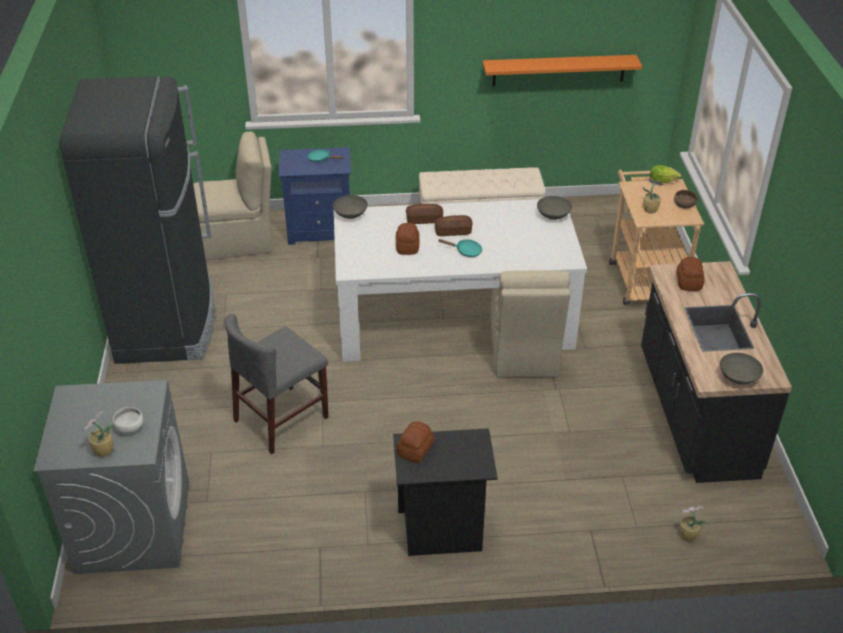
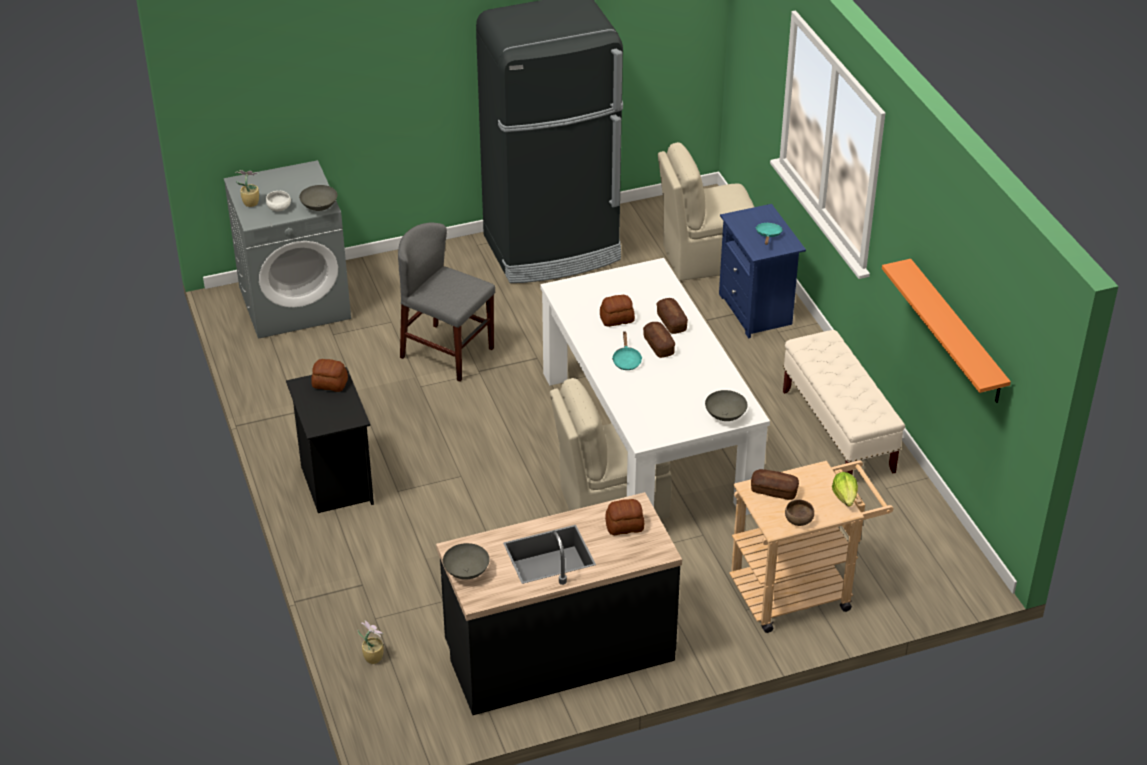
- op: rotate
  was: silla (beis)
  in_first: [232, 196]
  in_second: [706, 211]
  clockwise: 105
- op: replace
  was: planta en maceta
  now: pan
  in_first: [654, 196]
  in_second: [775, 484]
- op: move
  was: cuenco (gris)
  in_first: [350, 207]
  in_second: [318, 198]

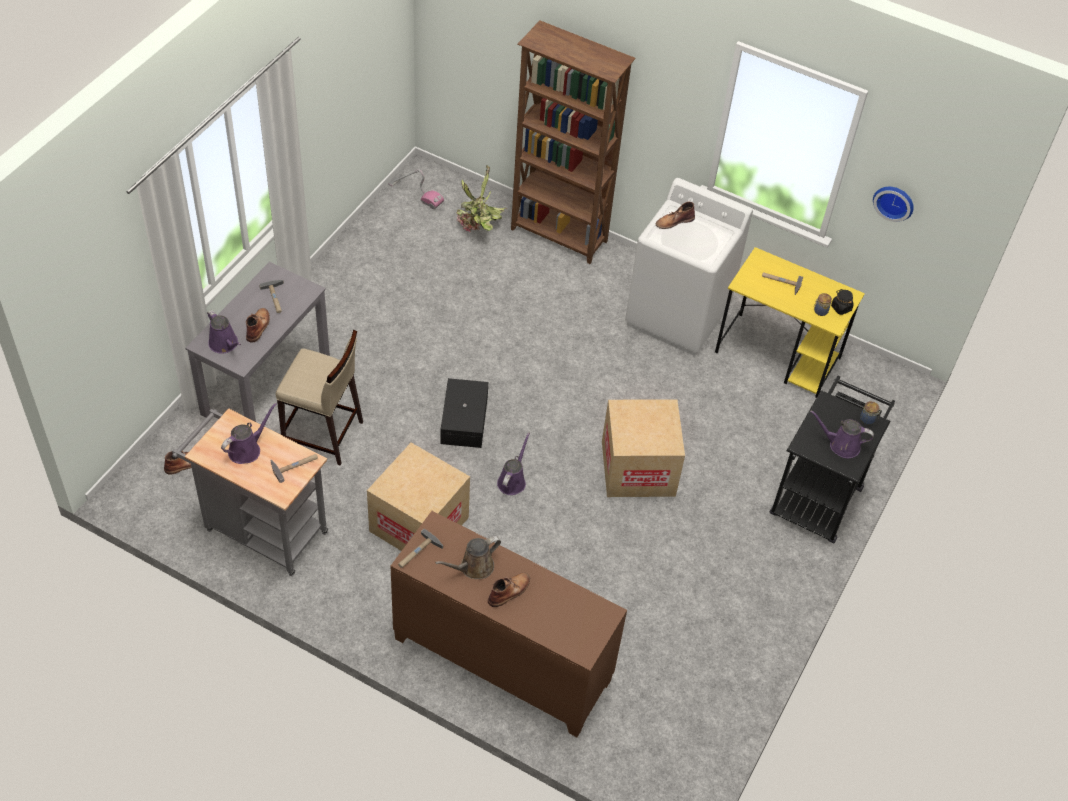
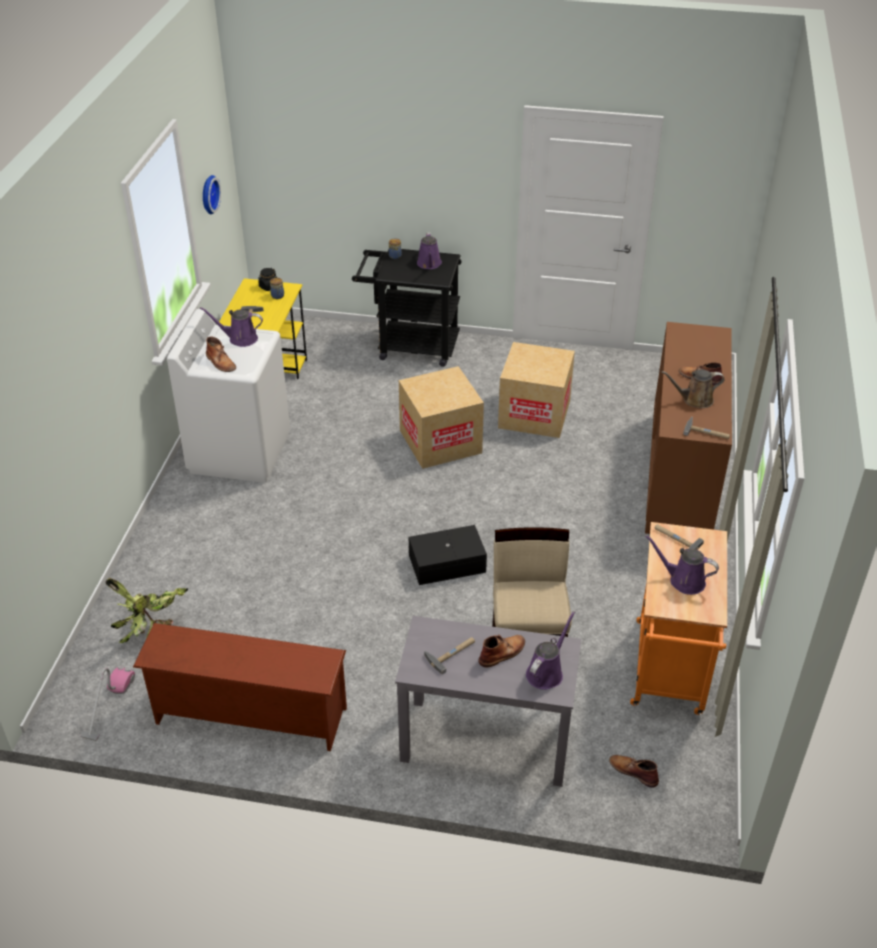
- op: delete
  was: estantería (marrón)
  in_first: [573, 142]
- op: rotate
  was: bota (marrón)
  in_first: [258, 325]
  in_second: [502, 650]
  clockwise: 150
- op: recolor
  was: carrito (gris)
  now: carrito (naranja)
  in_first: [250, 492]
  in_second: [678, 618]
- op: move
  was: regadera (morado)
  in_first: [513, 463]
  in_second: [231, 327]
- op: move
  was: caja de cartón
  in_first: [418, 497]
  in_second: [536, 390]
- op: rotate
  was: regadera (marrón)
  in_first: [468, 557]
  in_second: [692, 388]
  clockwise: 135
- op: insert
  now: zapatero (marrón)
  in_second: [240, 687]

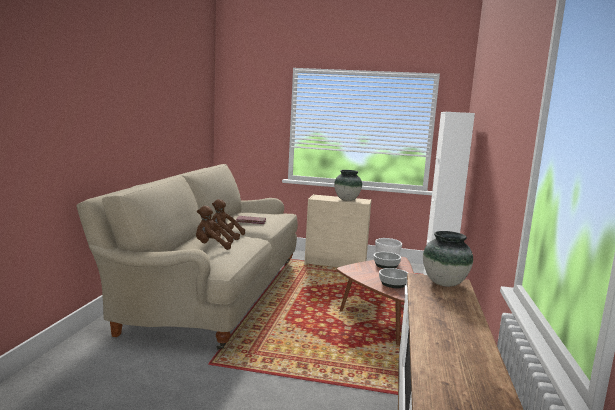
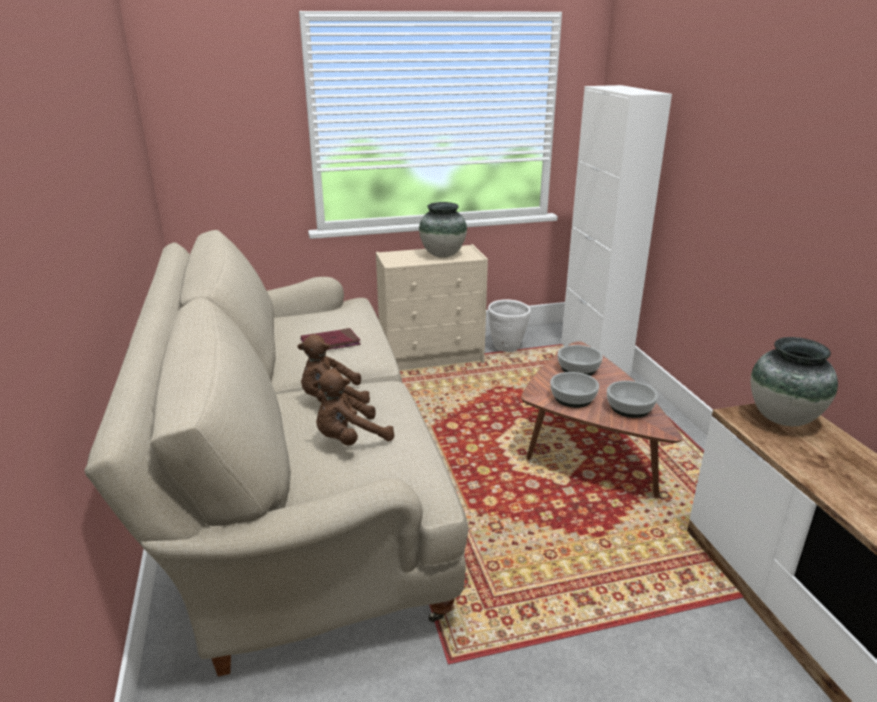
- op: insert
  now: cuenco
  in_second: [574, 390]

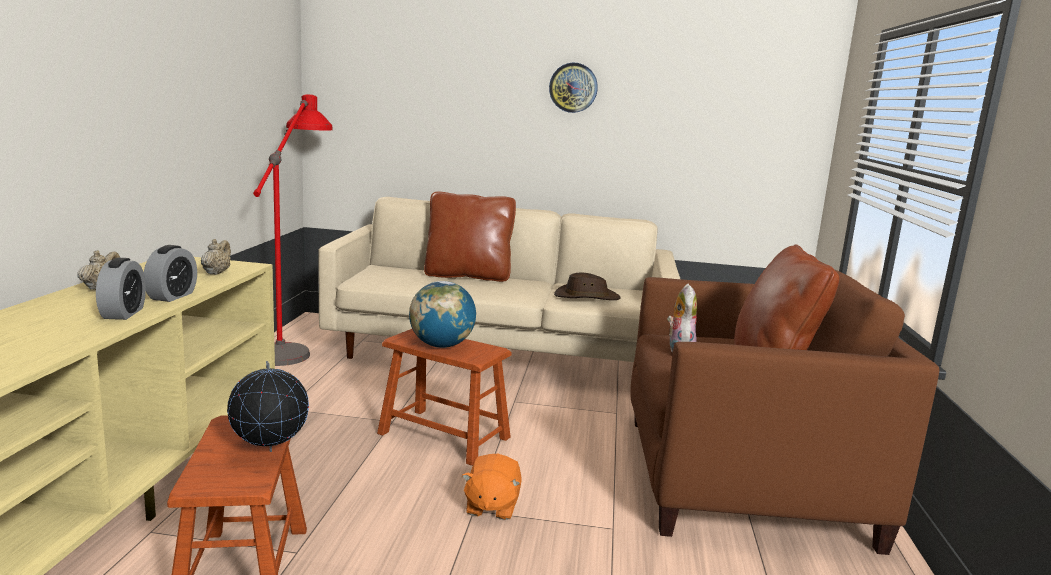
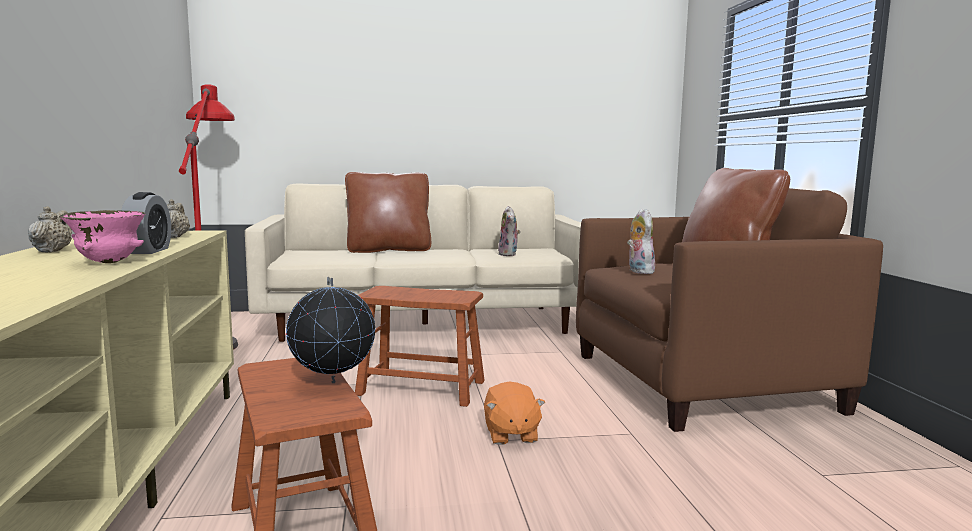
- op: delete
  was: reloj de pared
  in_first: [573, 88]
- op: replace
  was: despertador
  now: cuenco (rosa)
  in_first: [121, 289]
  in_second: [102, 236]
- op: replace
  was: sombrero (marrón)
  now: peluche
  in_first: [587, 286]
  in_second: [508, 231]
- op: delete
  was: globo terráqueo
  in_first: [442, 314]

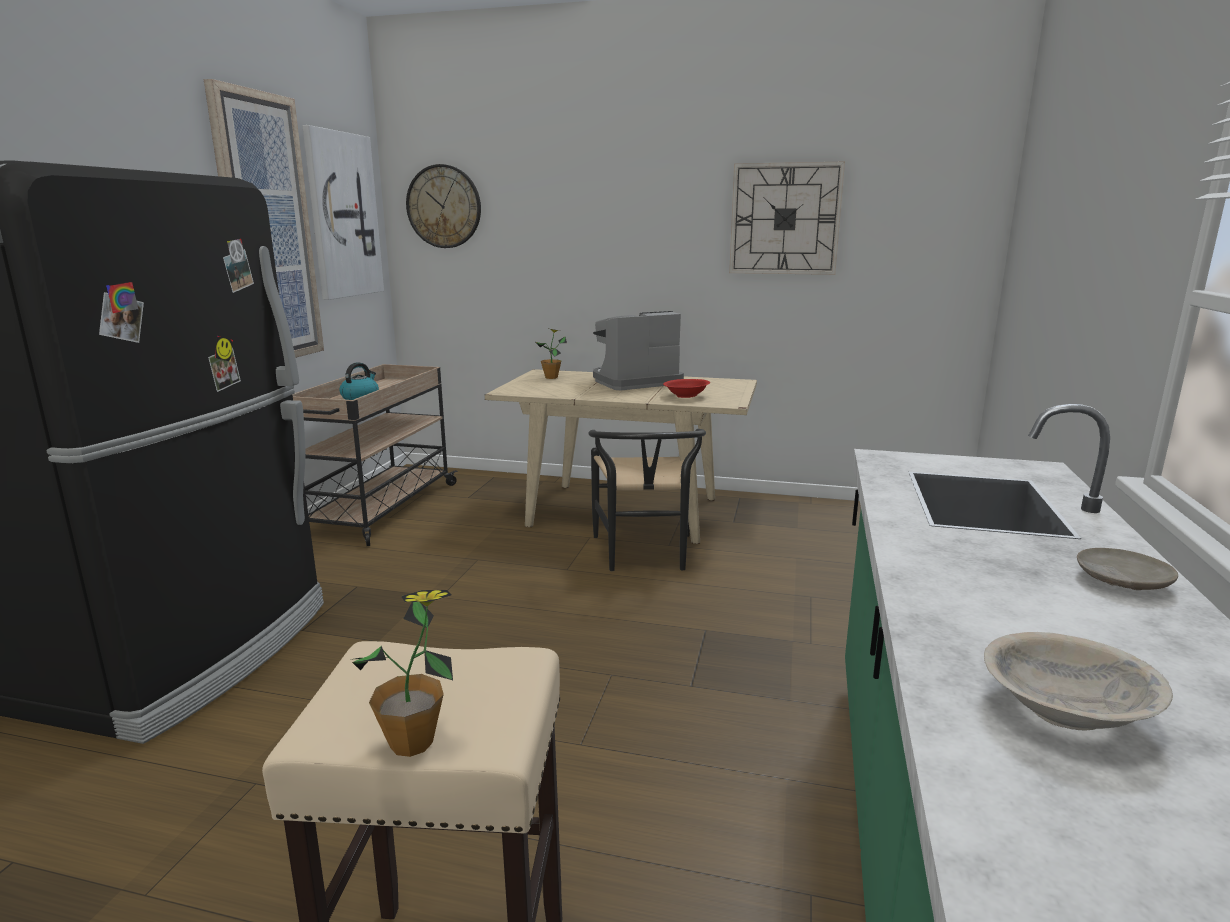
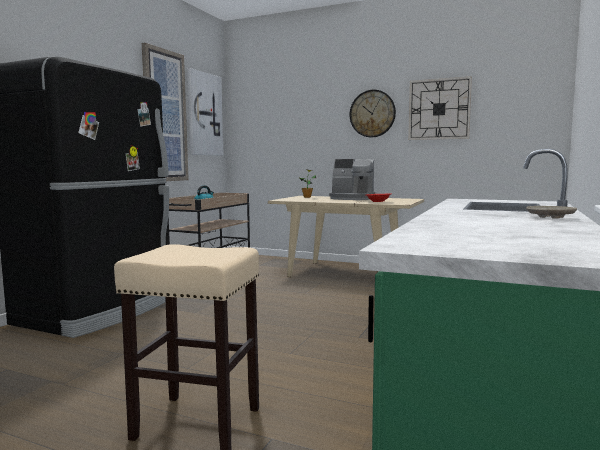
- op: move
  was: reloj de pared
  in_first: [443, 206]
  in_second: [373, 113]
- op: rotate
  was: cafetera
  in_first: [638, 350]
  in_second: [352, 179]
  clockwise: -150
- op: delete
  was: silla (negro)
  in_first: [647, 500]
- op: delete
  was: planta en maceta
  in_first: [402, 673]
- op: delete
  was: cuenco (beis)
  in_first: [1078, 681]

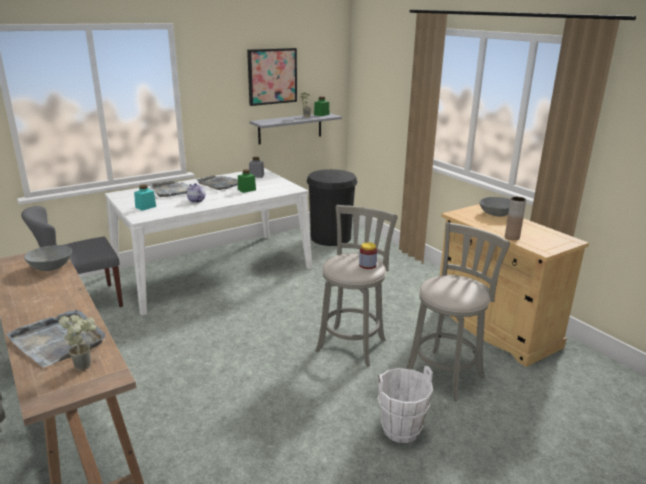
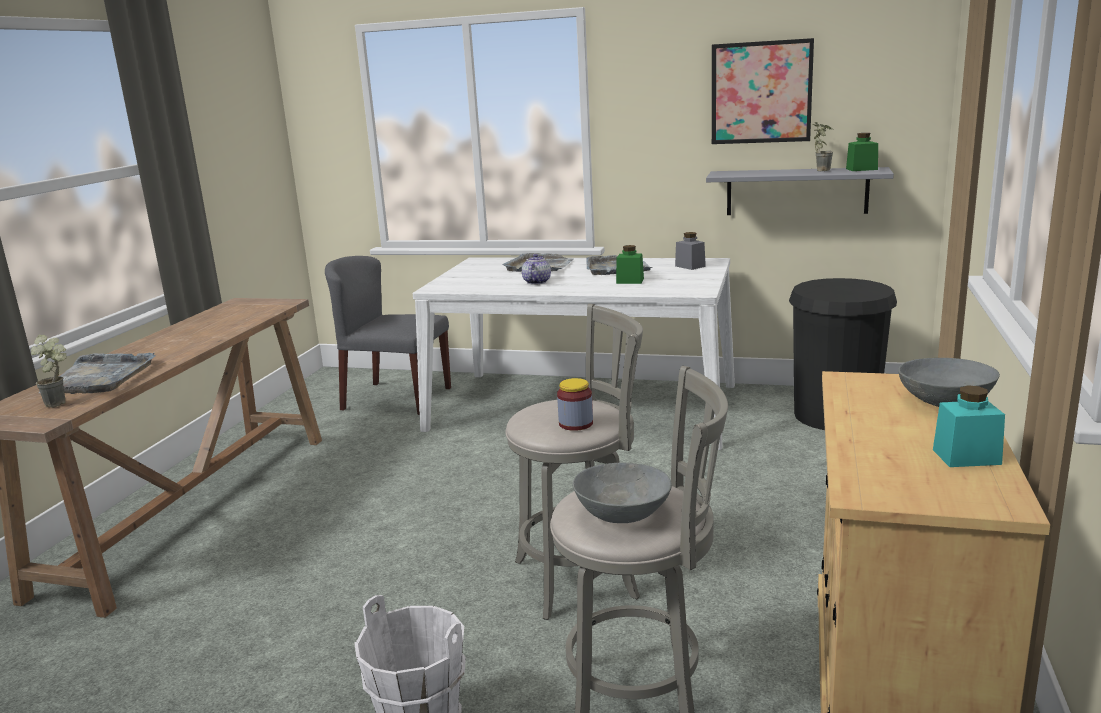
- op: move
  was: tarro (turquesa)
  in_first: [145, 197]
  in_second: [969, 426]
- op: delete
  was: florero (marrón)
  in_first: [515, 218]
- op: move
  was: cuenco (gris)
  in_first: [48, 258]
  in_second: [622, 492]

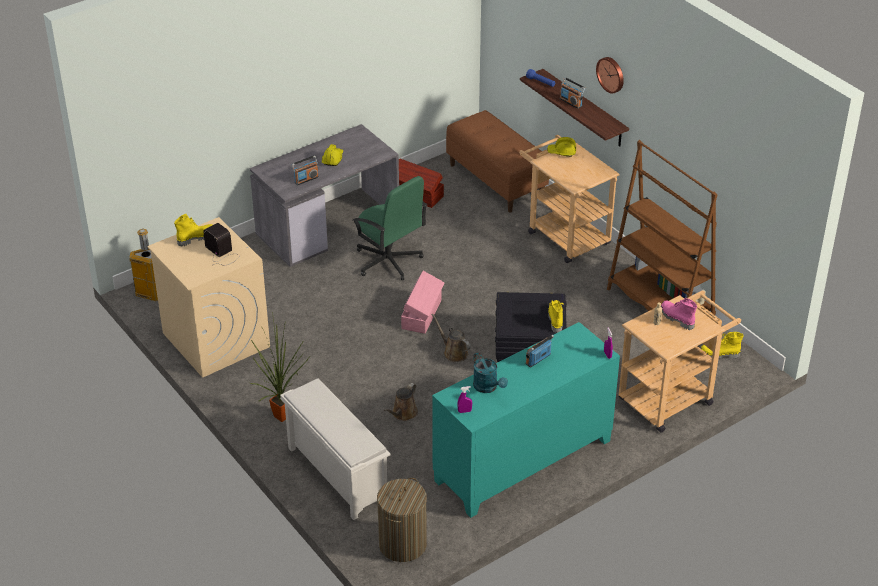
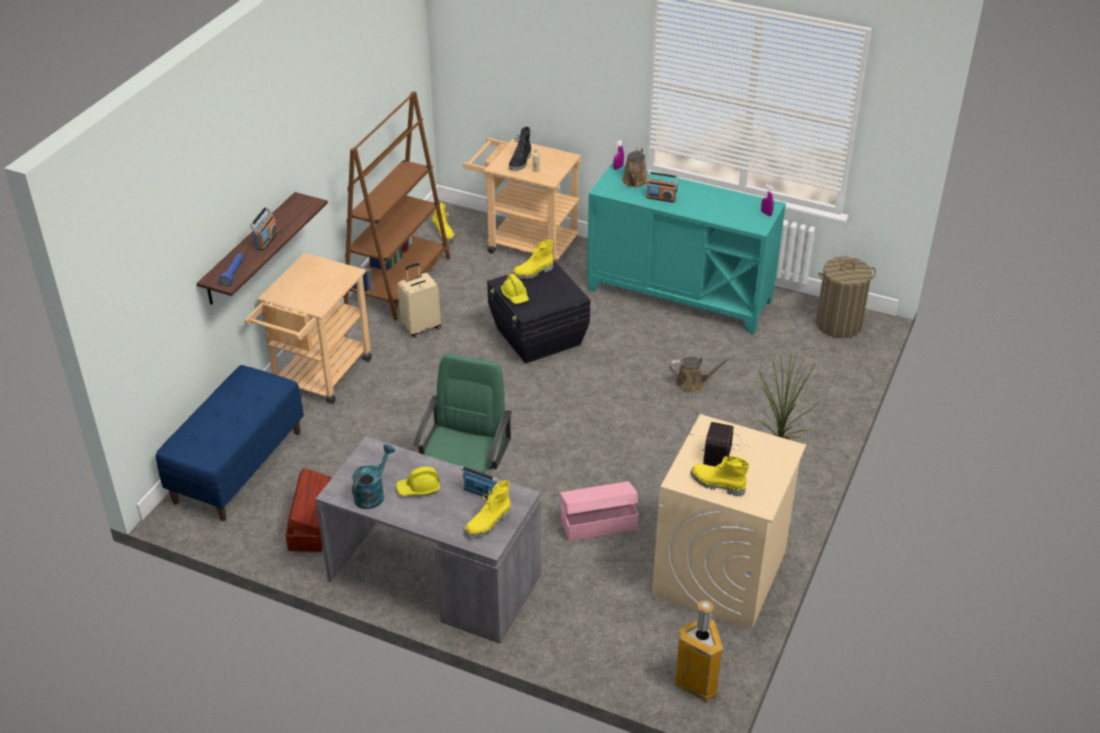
- op: delete
  was: reloj de pared
  in_first: [610, 75]
- op: recolor
  was: banco (marrón)
  now: banco (azul)
  in_first: [497, 161]
  in_second: [230, 443]
- op: move
  was: casco (amarillo)
  in_first: [561, 147]
  in_second: [515, 289]
- op: move
  was: caja de almacenaje (rosa)
  in_first: [423, 302]
  in_second: [599, 511]
- op: recolor
  was: bota (rosa)
  now: bota (negro)
  in_first: [679, 314]
  in_second: [520, 149]
- op: move
  was: regadera (marrón)
  in_first: [451, 338]
  in_second: [635, 167]
- op: move
  was: regadera (turquesa)
  in_first: [490, 372]
  in_second: [373, 476]
- op: delete
  was: zapatero (blanco)
  in_first: [335, 449]
- op: insert
  now: maleta (beis)
  in_second: [419, 300]
- op: insert
  now: bota (amarillo)
  in_second: [487, 509]

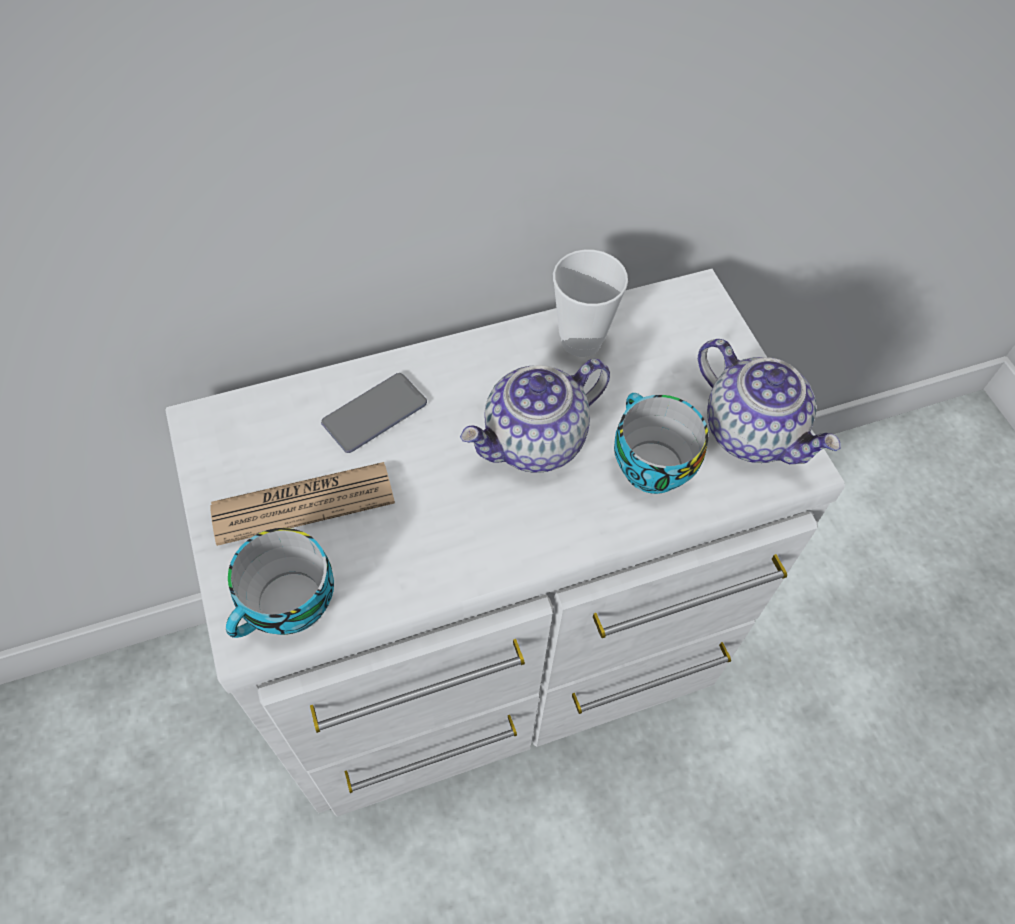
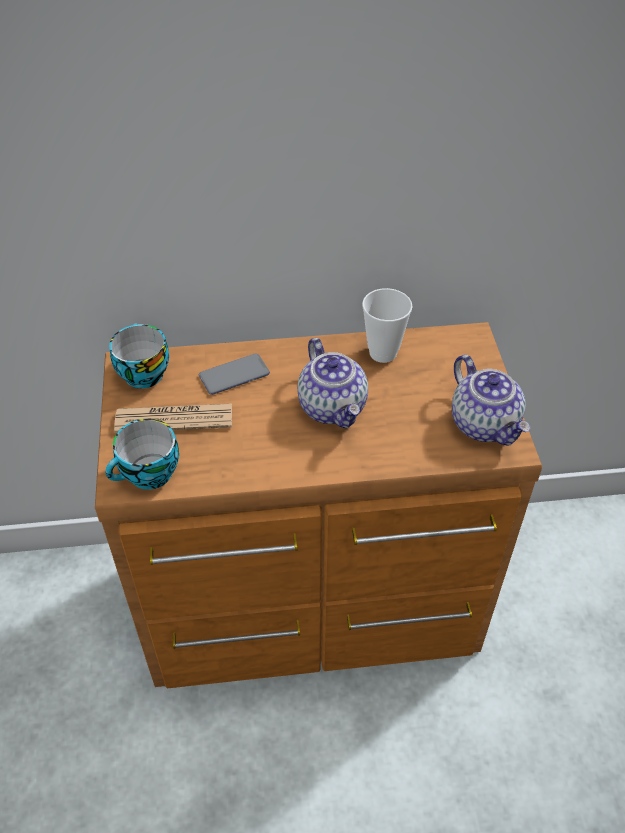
- op: recolor
  was: cómoda (blanco)
  now: cómoda (marrón)
  in_first: [505, 543]
  in_second: [318, 505]
- op: rotate
  was: tetera
  in_first: [535, 416]
  in_second: [332, 383]
  clockwise: -90
- op: move
  was: taza
  in_first: [661, 443]
  in_second: [139, 355]

